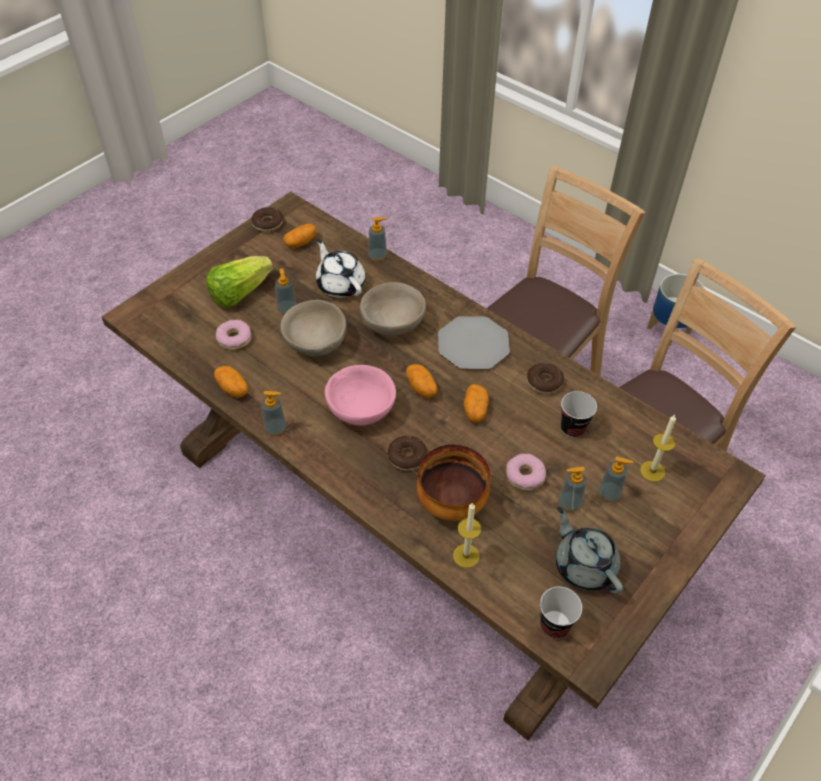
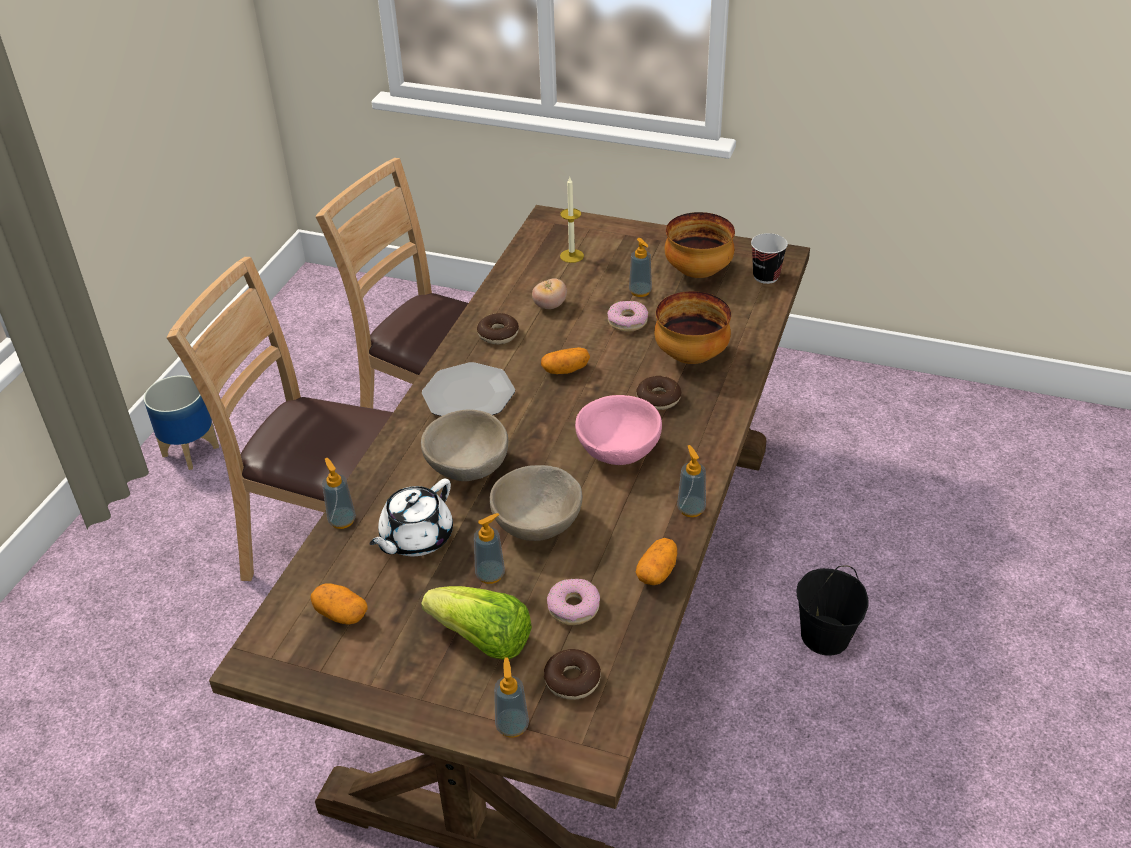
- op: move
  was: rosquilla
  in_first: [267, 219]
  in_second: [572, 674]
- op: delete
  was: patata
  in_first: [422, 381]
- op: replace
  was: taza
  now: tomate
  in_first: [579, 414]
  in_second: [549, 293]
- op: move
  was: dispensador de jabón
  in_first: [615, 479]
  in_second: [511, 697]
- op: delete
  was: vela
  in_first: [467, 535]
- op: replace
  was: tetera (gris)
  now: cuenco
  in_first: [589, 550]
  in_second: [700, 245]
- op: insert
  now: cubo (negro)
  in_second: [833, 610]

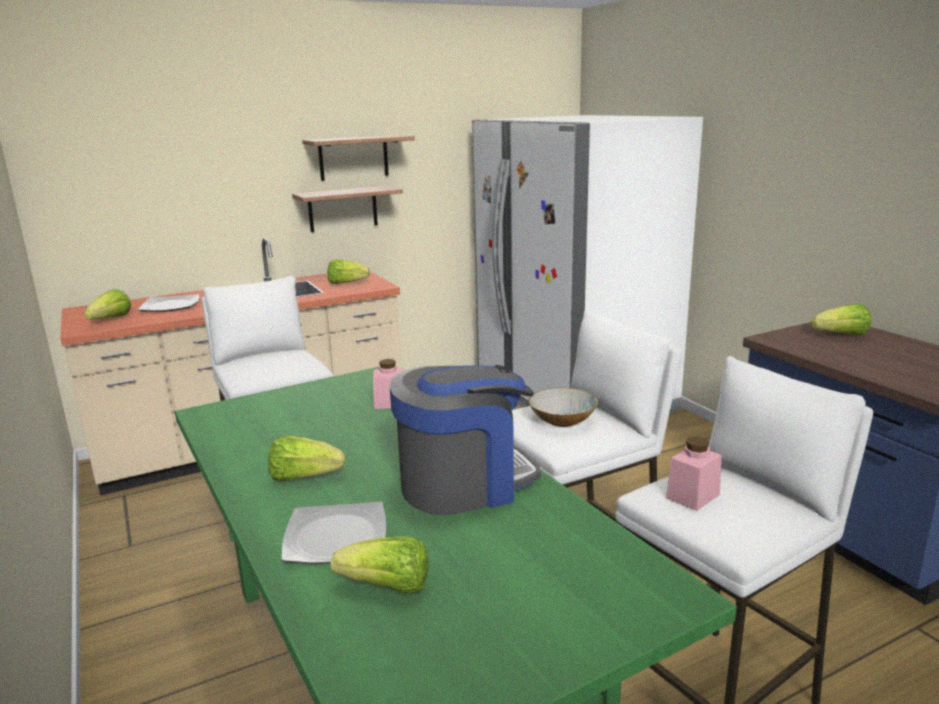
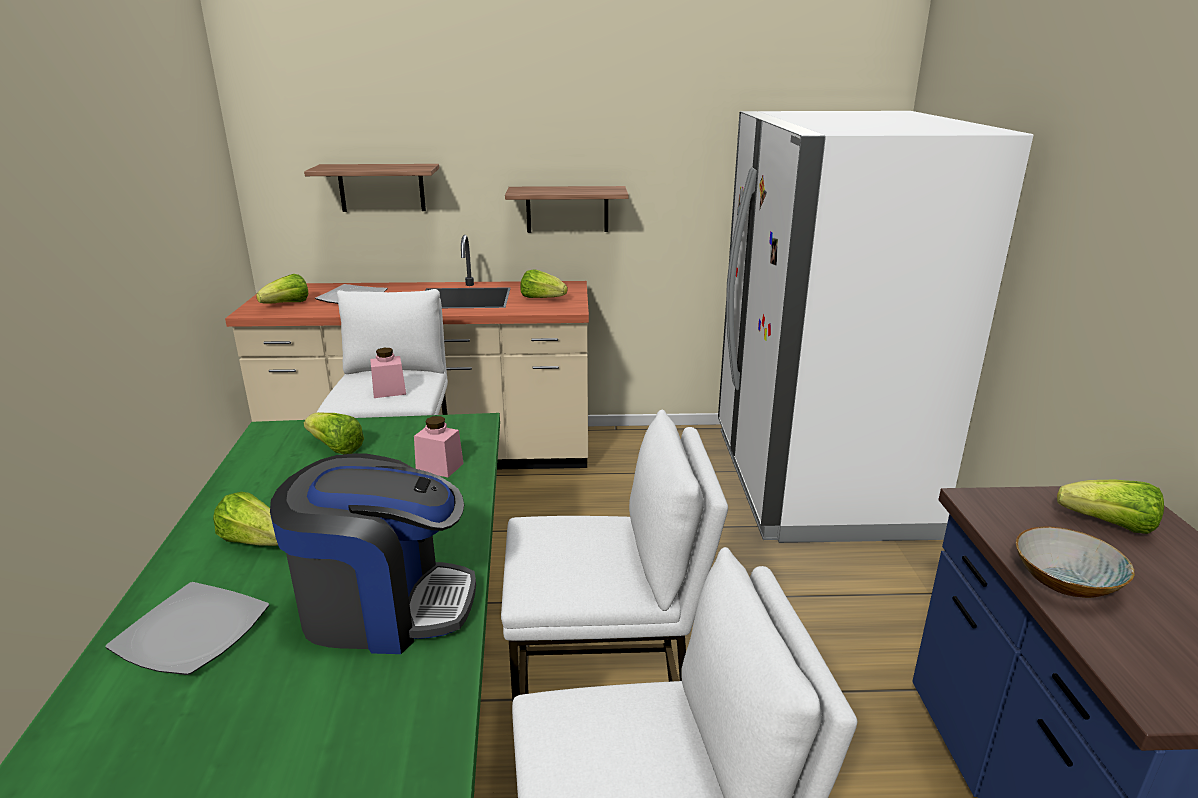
- op: move
  was: estante
  in_first: [358, 158]
  in_second: [371, 188]
- op: move
  was: cuenco
  in_first: [563, 407]
  in_second: [1075, 562]
- op: move
  was: tarro (rosa)
  in_first: [694, 474]
  in_second: [388, 373]
- op: move
  was: lechuga
  in_first: [379, 565]
  in_second: [334, 433]

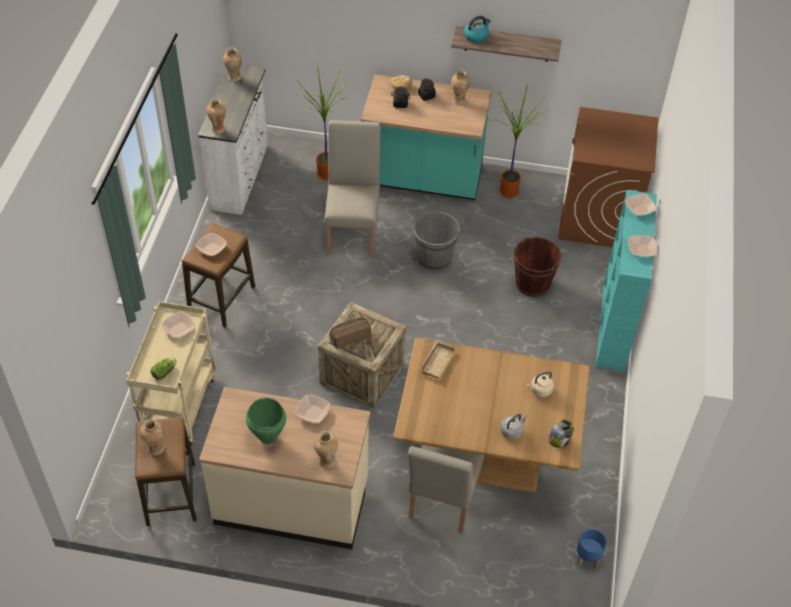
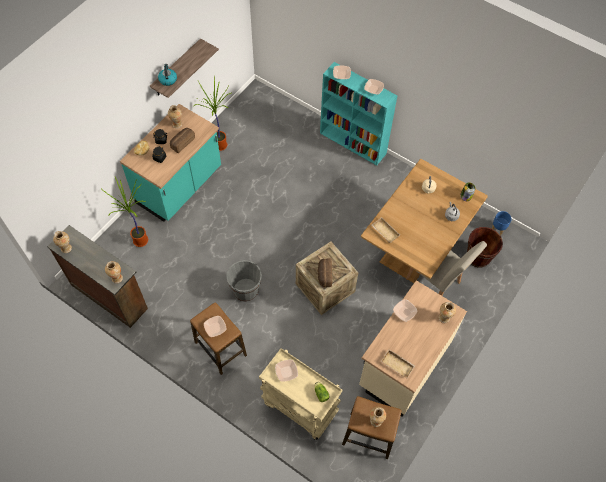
- op: recolor
  was: cómoda (blanco)
  now: cómoda (marrón)
  in_first: [233, 140]
  in_second: [97, 276]
- op: delete
  was: lavadora (marrón)
  in_first: [608, 177]
- op: delete
  was: silla (beis)
  in_first: [352, 188]
- op: move
  was: cubo (gris)
  in_first: [436, 240]
  in_second: [244, 281]
- op: move
  was: cubo (marrón)
  in_first: [538, 267]
  in_second: [485, 247]
- op: delete
  was: olla (verde)
  in_first: [266, 421]
- op: insert
  now: pan
  in_second: [182, 140]
- op: insert
  now: bandeja (beis)
  in_second: [398, 363]

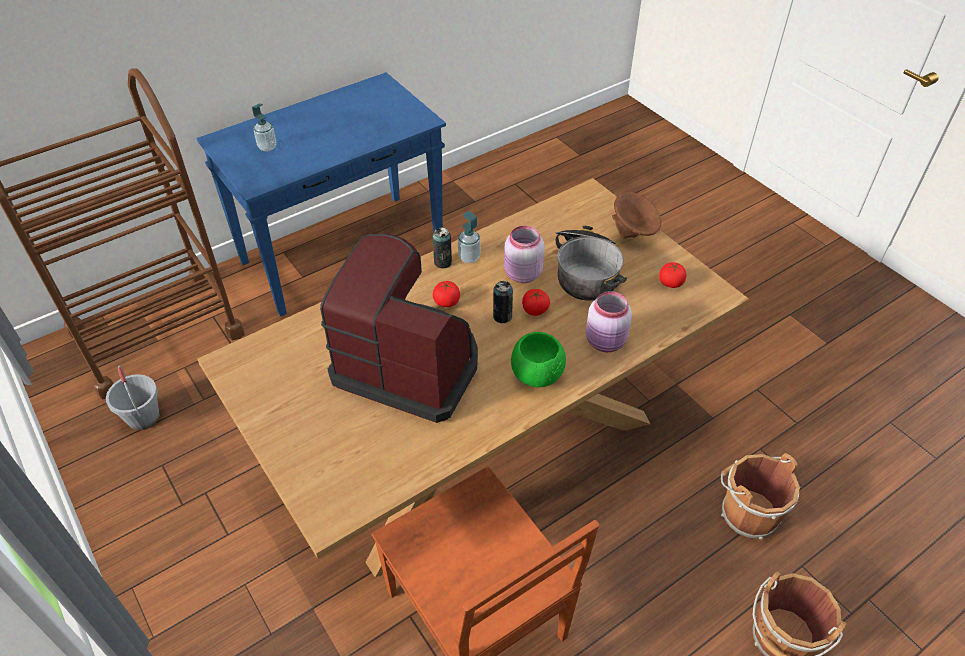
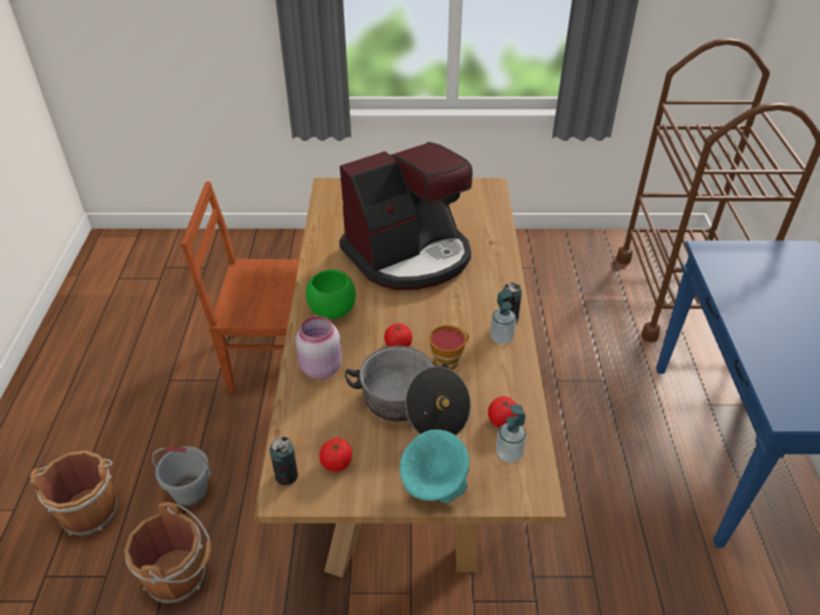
- op: move
  was: dispensador de jabón
  in_first: [264, 127]
  in_second: [511, 433]
- op: recolor
  was: cuenco (marrón)
  now: cuenco (turquesa)
  in_first: [636, 215]
  in_second: [434, 466]
- op: replace
  was: tarro (rosa)
  now: taza
  in_first: [524, 254]
  in_second: [449, 347]
- op: move
  was: tomate
  in_first: [446, 294]
  in_second: [503, 411]
- op: move
  was: lata
  in_first: [503, 302]
  in_second: [284, 461]
- op: move
  was: cubo (gris)
  in_first: [133, 397]
  in_second: [181, 476]

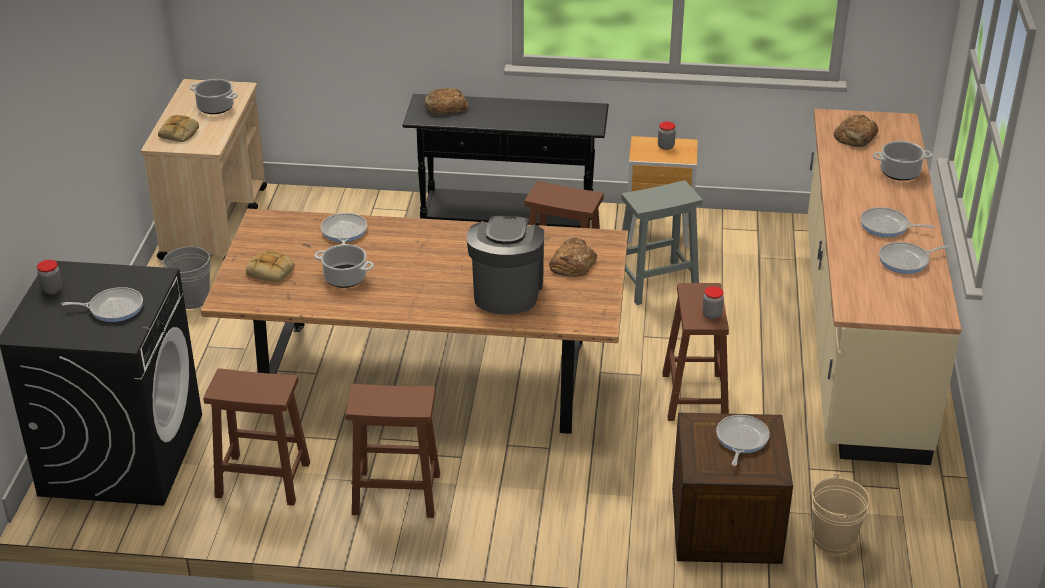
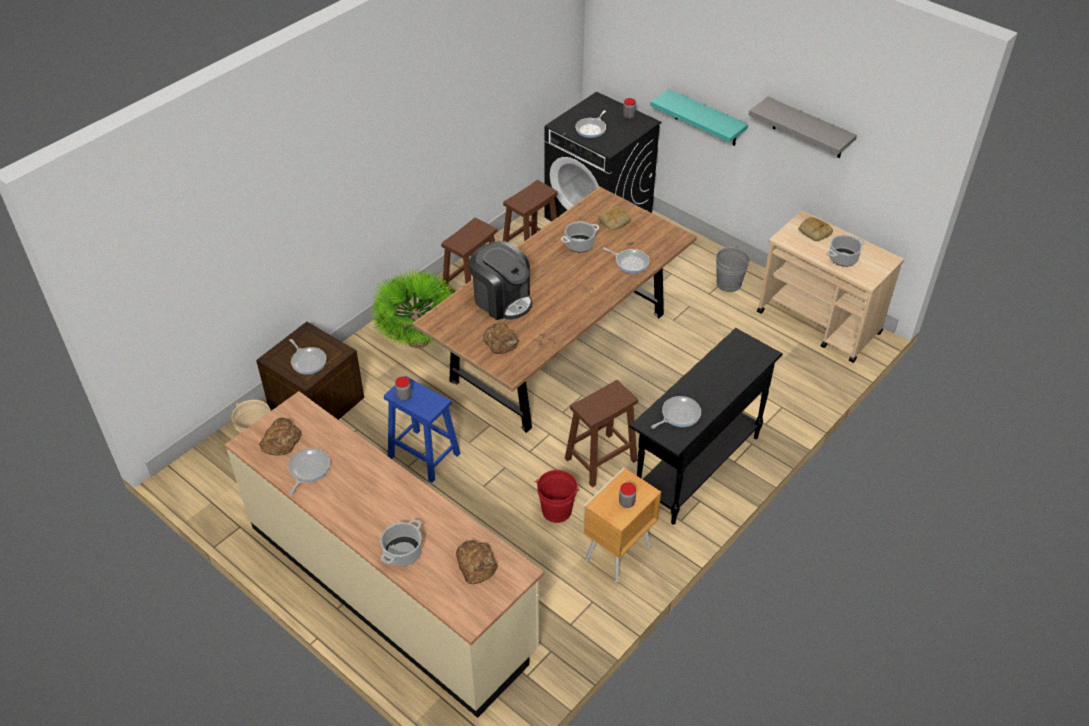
- op: move
  was: pan
  in_first: [446, 101]
  in_second: [280, 437]
- op: replace
  was: taburete (gris)
  now: cubo (rojo)
  in_first: [661, 242]
  in_second: [556, 496]
- op: move
  was: sartén
  in_first: [897, 222]
  in_second: [676, 412]
- op: recolor
  was: taburete (marrón)
  now: taburete (azul)
  in_first: [695, 352]
  in_second: [422, 429]
- op: insert
  now: estante (turquesa)
  in_second: [699, 117]
- op: insert
  now: estante (gris)
  in_second: [803, 127]
- op: insert
  now: planta en maceta
  in_second: [412, 309]

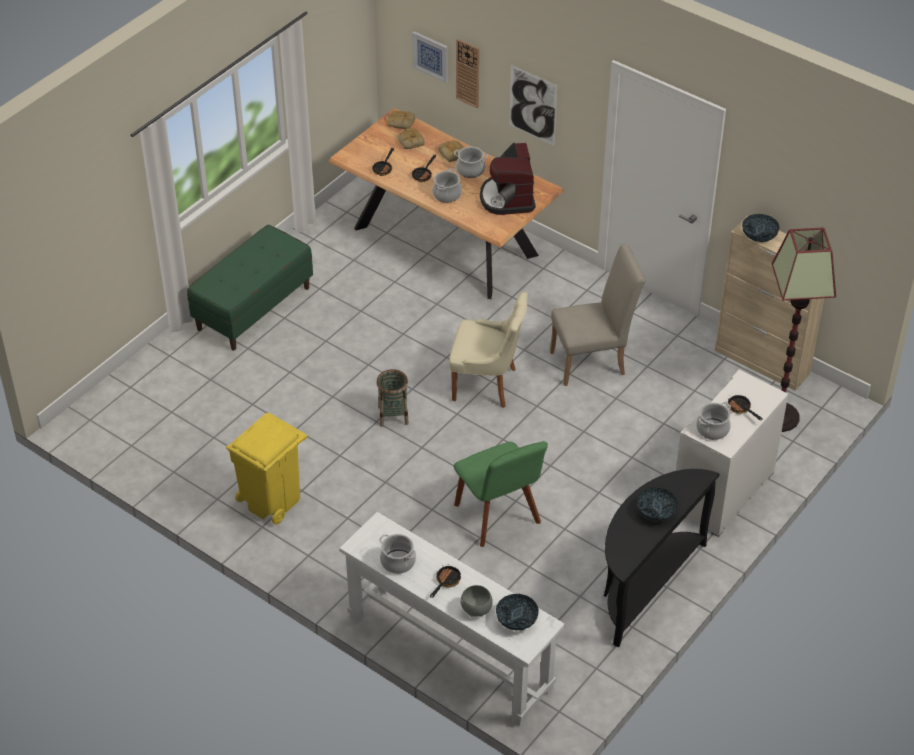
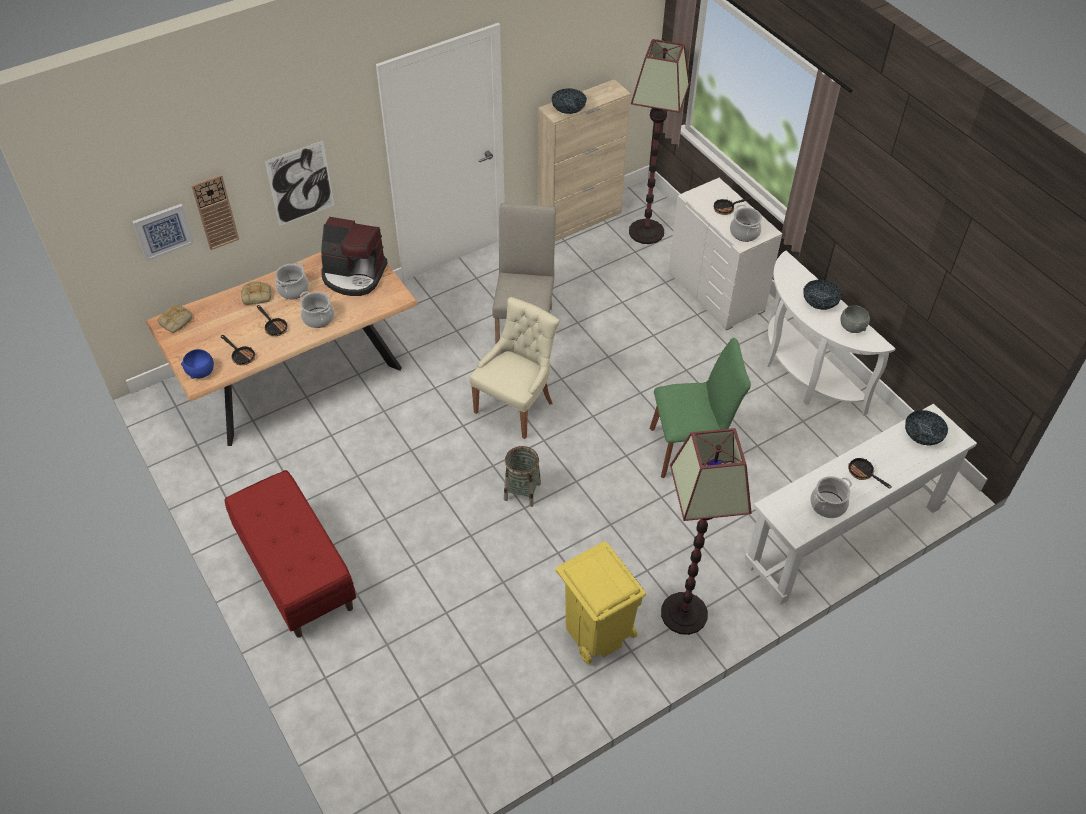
- op: delete
  was: pan
  in_first: [411, 138]
- op: recolor
  was: banco (verde)
  now: banco (rojo)
  in_first: [250, 288]
  in_second: [290, 554]
- op: recolor
  was: mesa consola (negro)
  now: mesa consola (blanco)
  in_first: [662, 558]
  in_second: [830, 333]
- op: move
  was: cuenco (gris)
  in_first: [476, 601]
  in_second: [855, 319]
- op: insert
  now: cuenco (azul)
  in_second: [197, 364]
- op: insert
  now: lámpara de pie
  in_second: [706, 531]

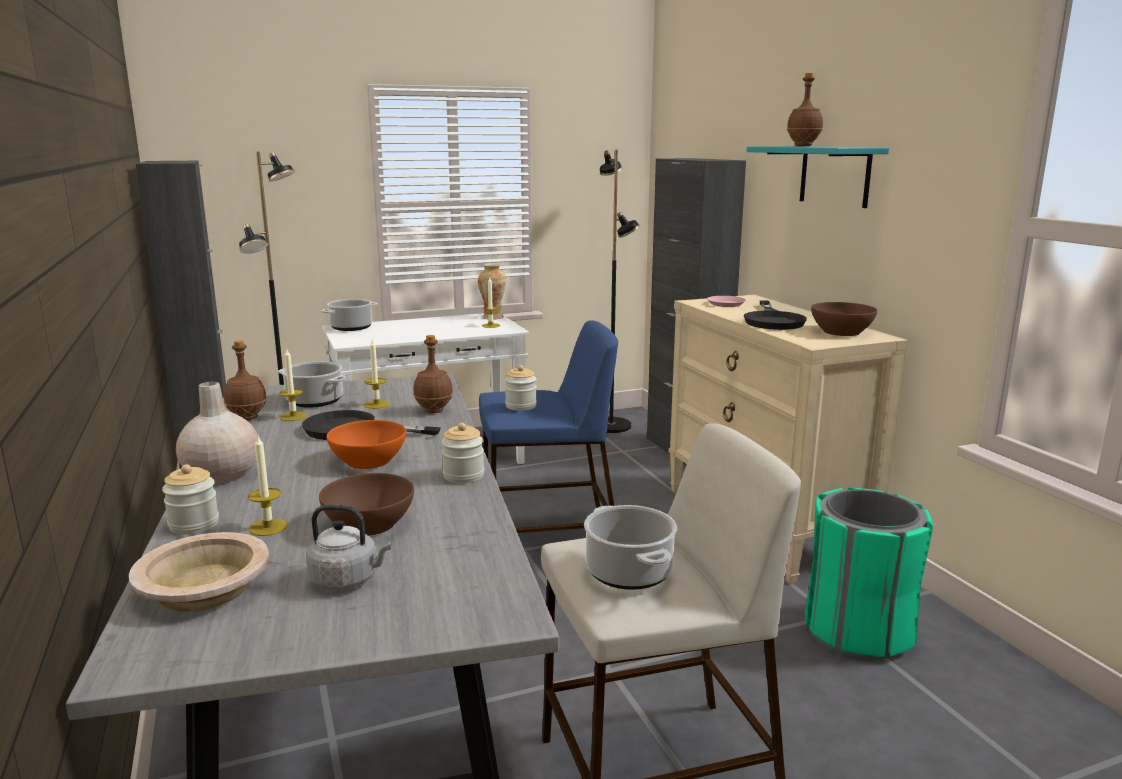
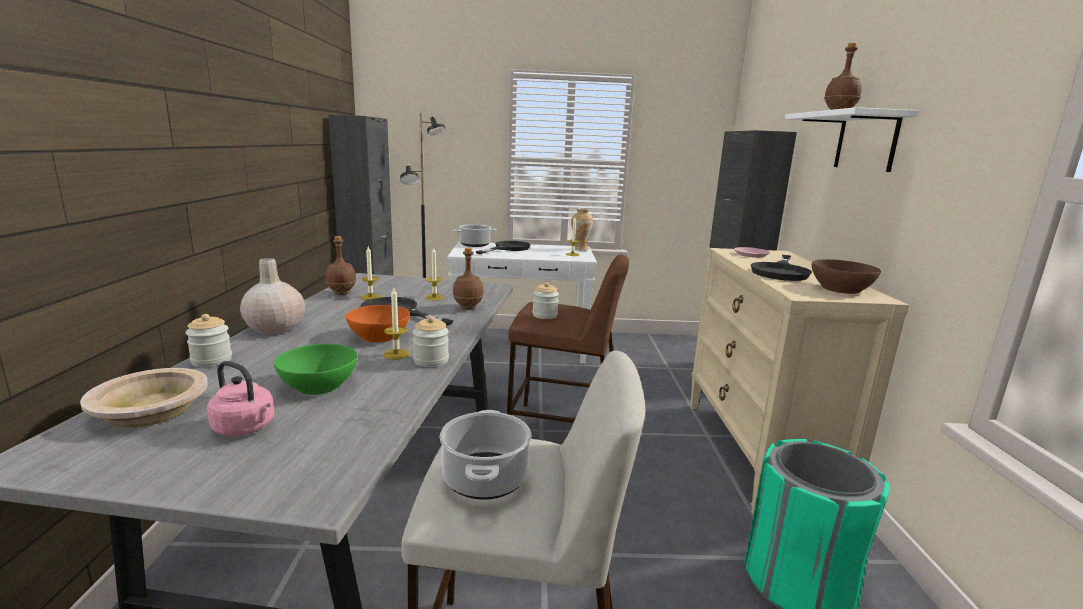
- op: recolor
  was: estante (turquesa)
  now: estante (blanco)
  in_first: [817, 177]
  in_second: [852, 139]
- op: delete
  was: lámpara de pie (negro)
  in_first: [619, 291]
- op: recolor
  was: taburete (azul)
  now: taburete (marrón)
  in_first: [548, 426]
  in_second: [568, 338]
- op: delete
  was: olla
  in_first: [313, 384]
- op: move
  was: vela
  in_first: [268, 486]
  in_second: [396, 324]
- op: recolor
  was: cuenco (marrón)
  now: cuenco (verde)
  in_first: [366, 504]
  in_second: [315, 369]
- op: recolor
  was: hervidor (gris)
  now: hervidor (rosa)
  in_first: [349, 547]
  in_second: [240, 398]
- op: insert
  now: sartén (negro)
  in_second: [503, 247]

